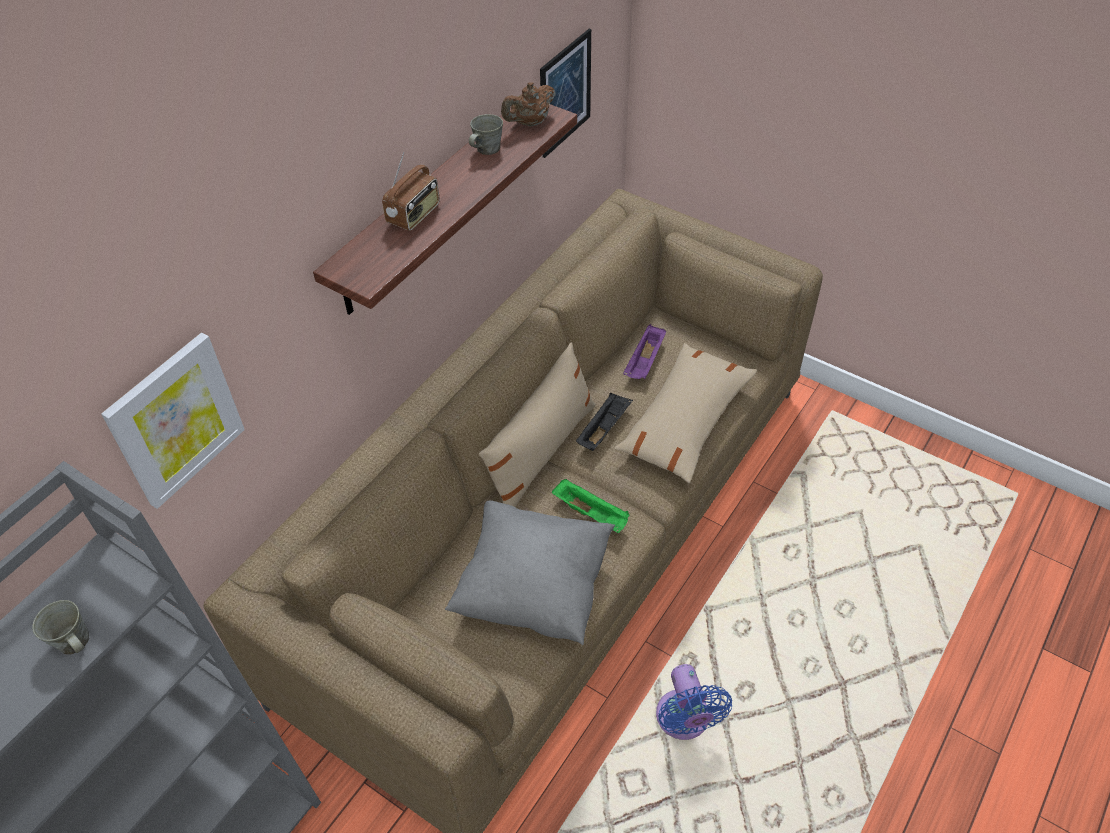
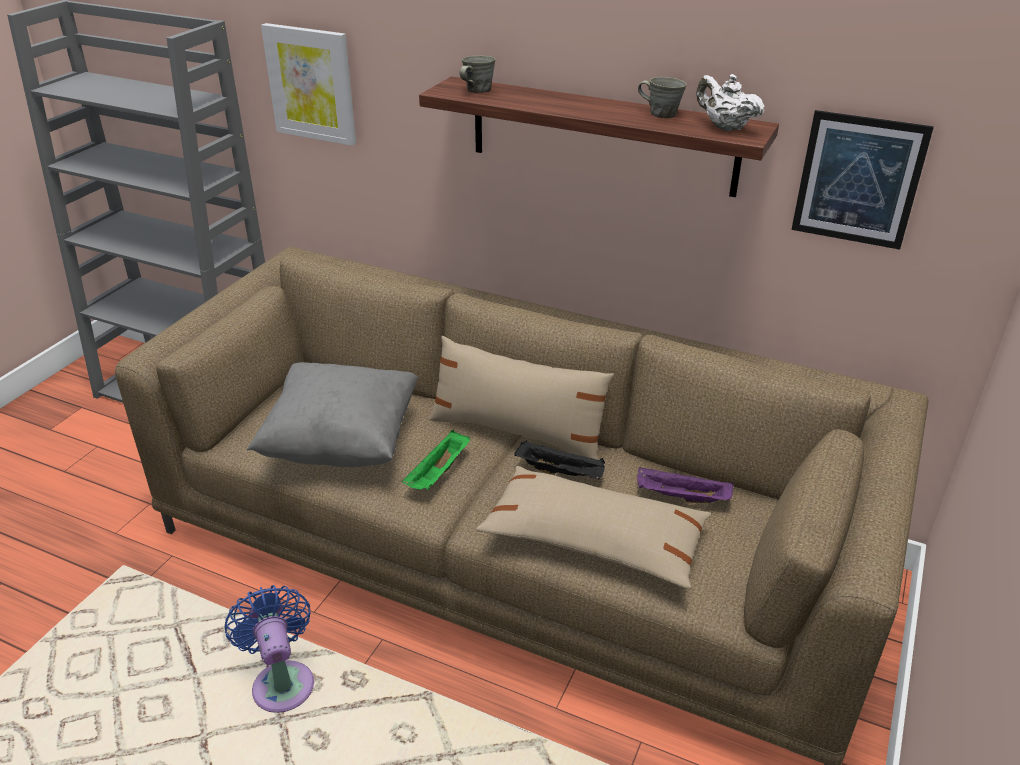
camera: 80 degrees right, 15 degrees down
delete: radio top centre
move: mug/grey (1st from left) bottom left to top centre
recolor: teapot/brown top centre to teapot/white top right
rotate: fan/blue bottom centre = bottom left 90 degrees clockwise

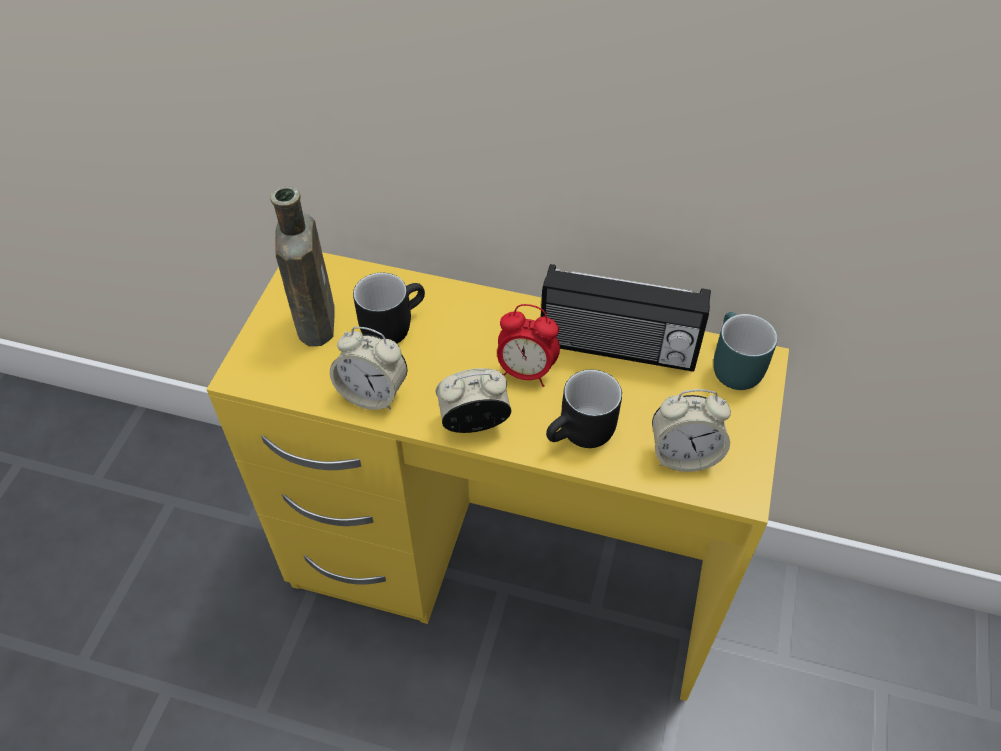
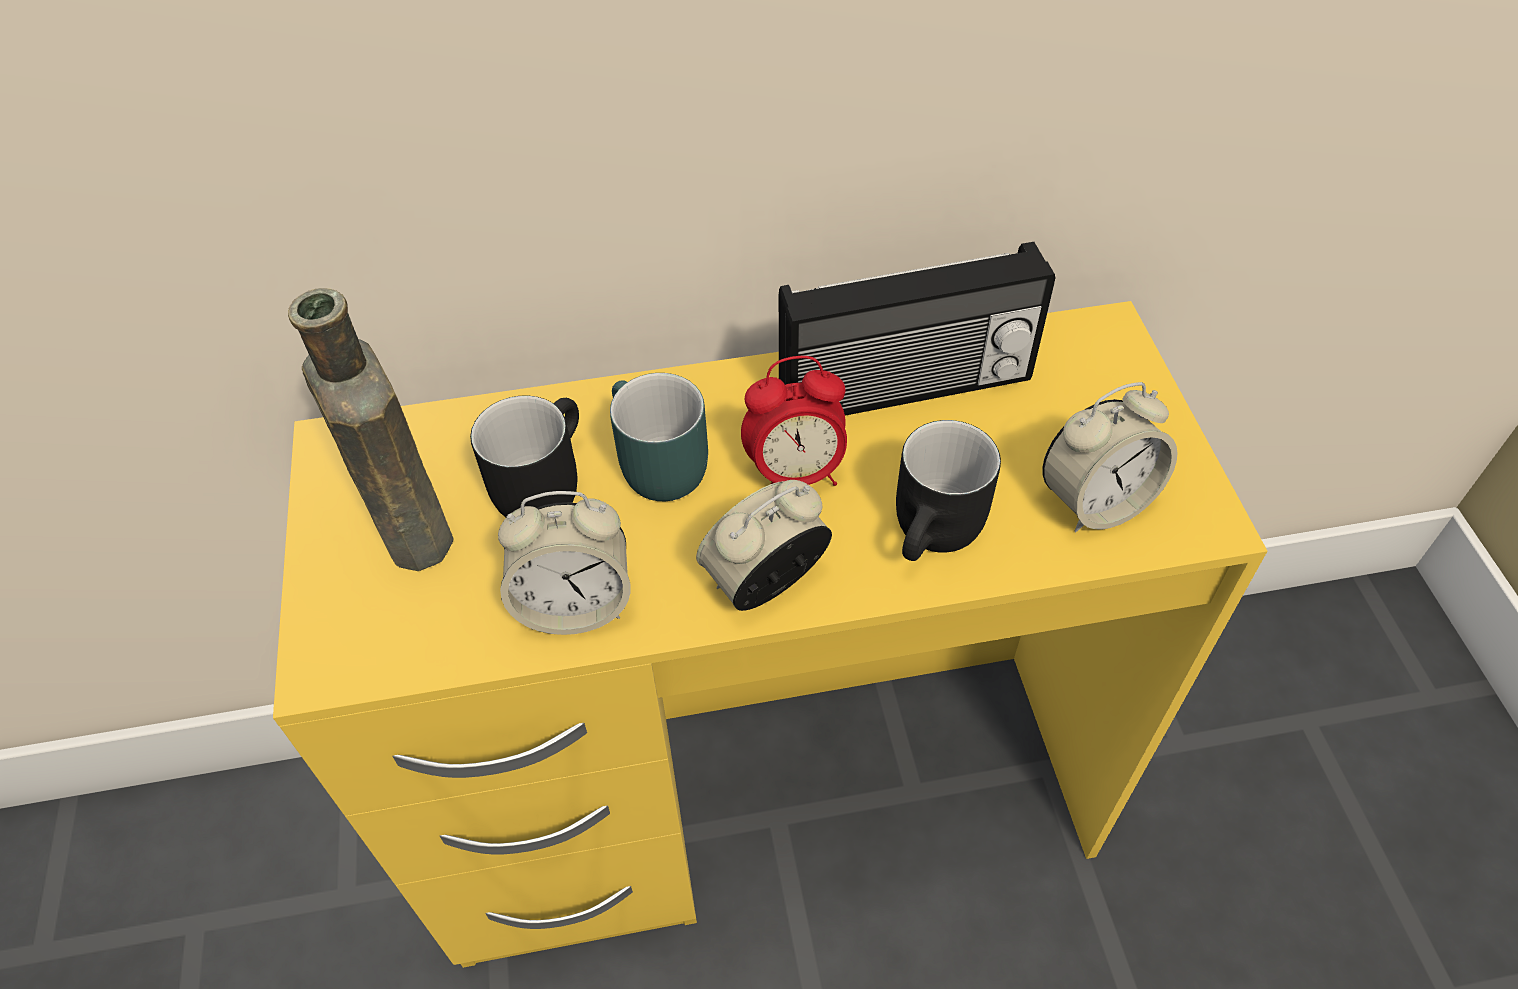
camera: 25 degrees left, 0 degrees up
move: mug/turquoise middle right to centre

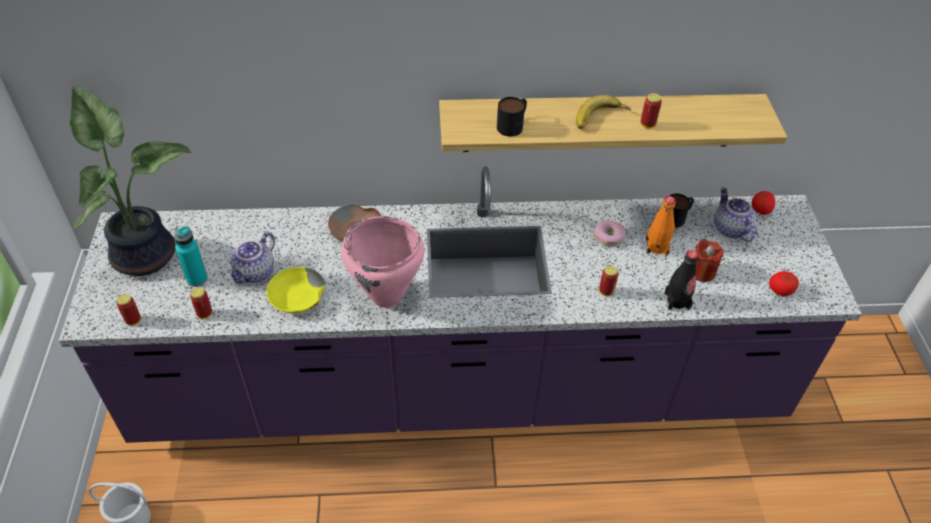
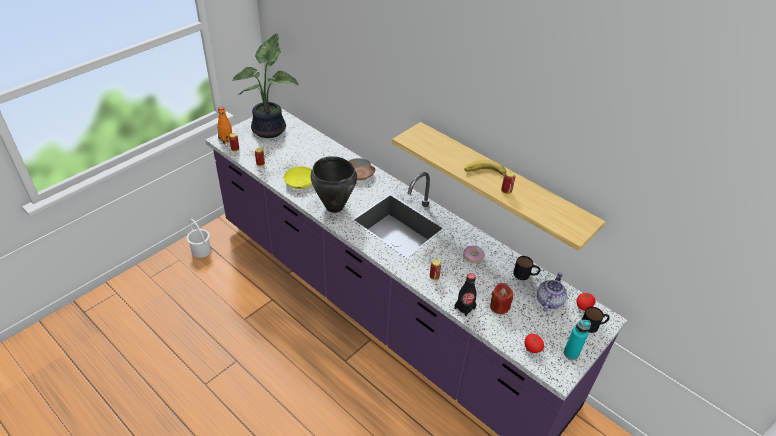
camera: 45 degrees right, 5 degrees down
delete: teapot (1st from left) middle left
move: mug (1st from left in the first image) top centre to mug (2nd from left) bottom right; bottle/orange middle right to top left; bottle/turquoise middle left to bottom right
recolor: cooking pot/pink centre to cooking pot/black centre

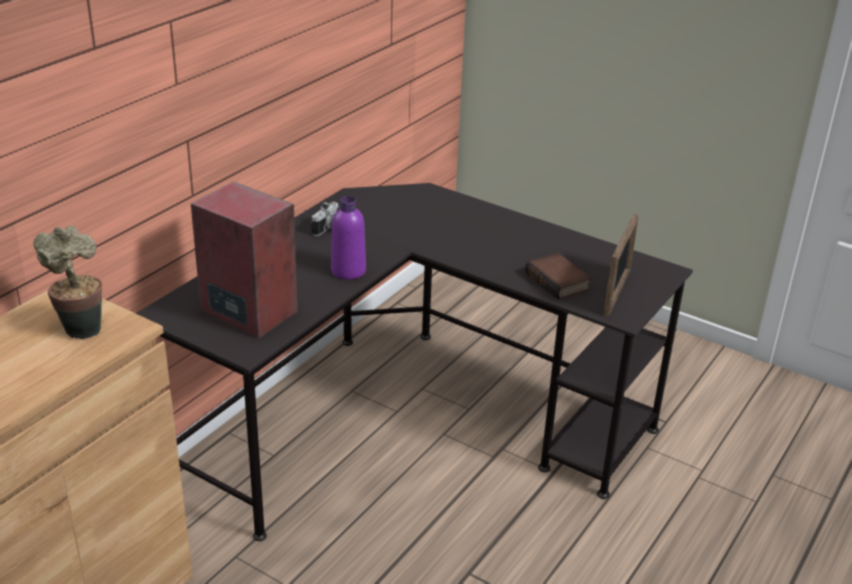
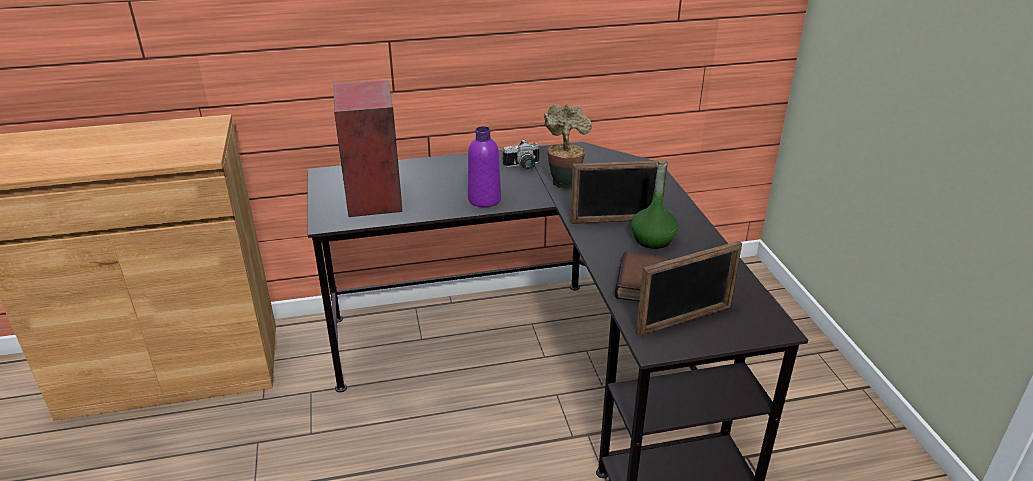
camera: 45 degrees right, 0 degrees up
insert: bottle/green centre; picture frame (1st from left) centre
move: potted plant middle left to top centre

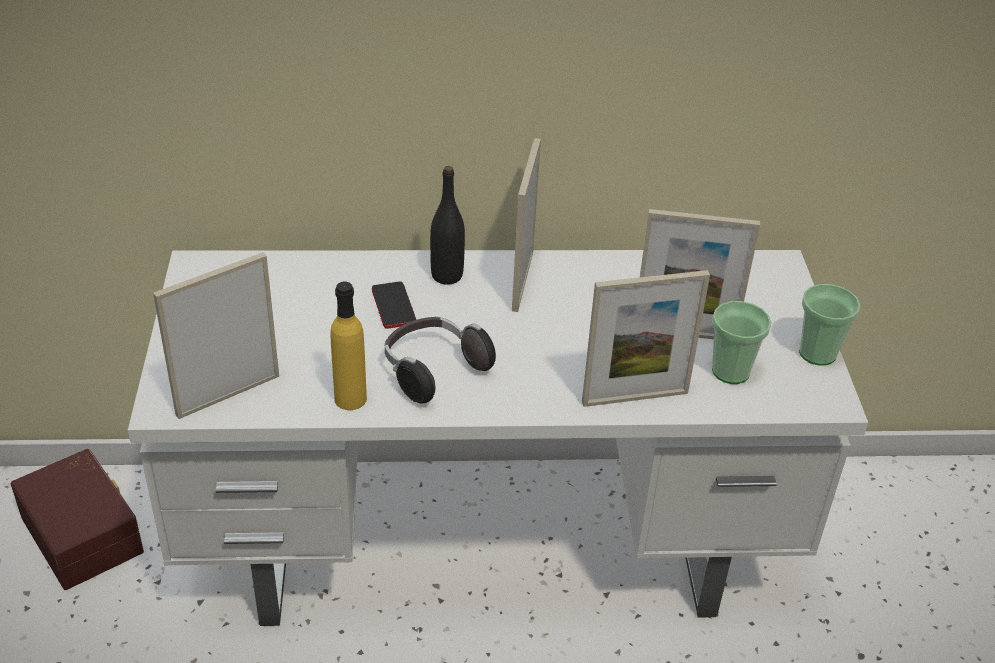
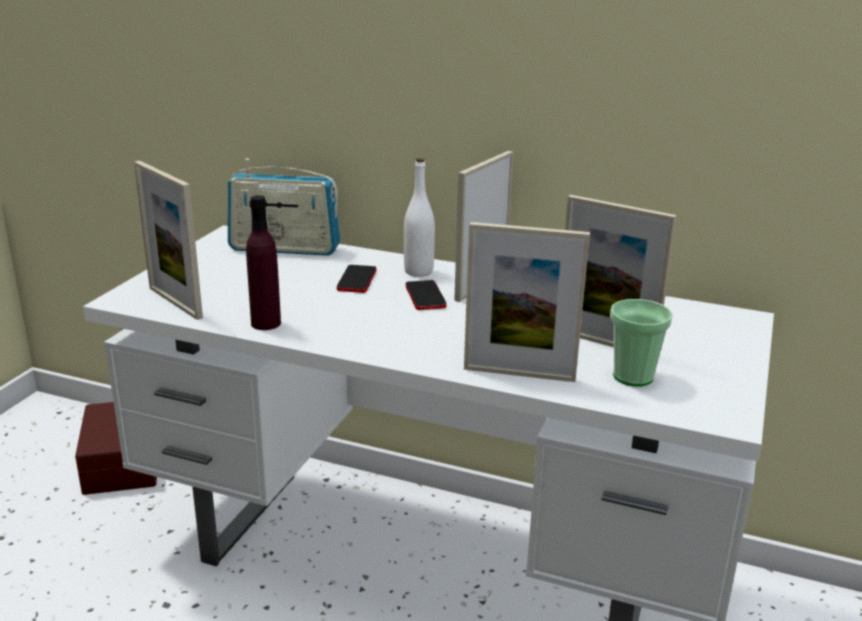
camera: 25 degrees right, 15 degrees down
delete: cup (2nd from left) middle right; headphones centre
insert: radio middle left; phone (2nd from left) centre
recolor: bottle/black centre to bottle/white centre; bottle/yellow centre to bottle/purple middle left
rotate: picture frame (1st from left) middle left = middle left 120 degrees counterclockwise

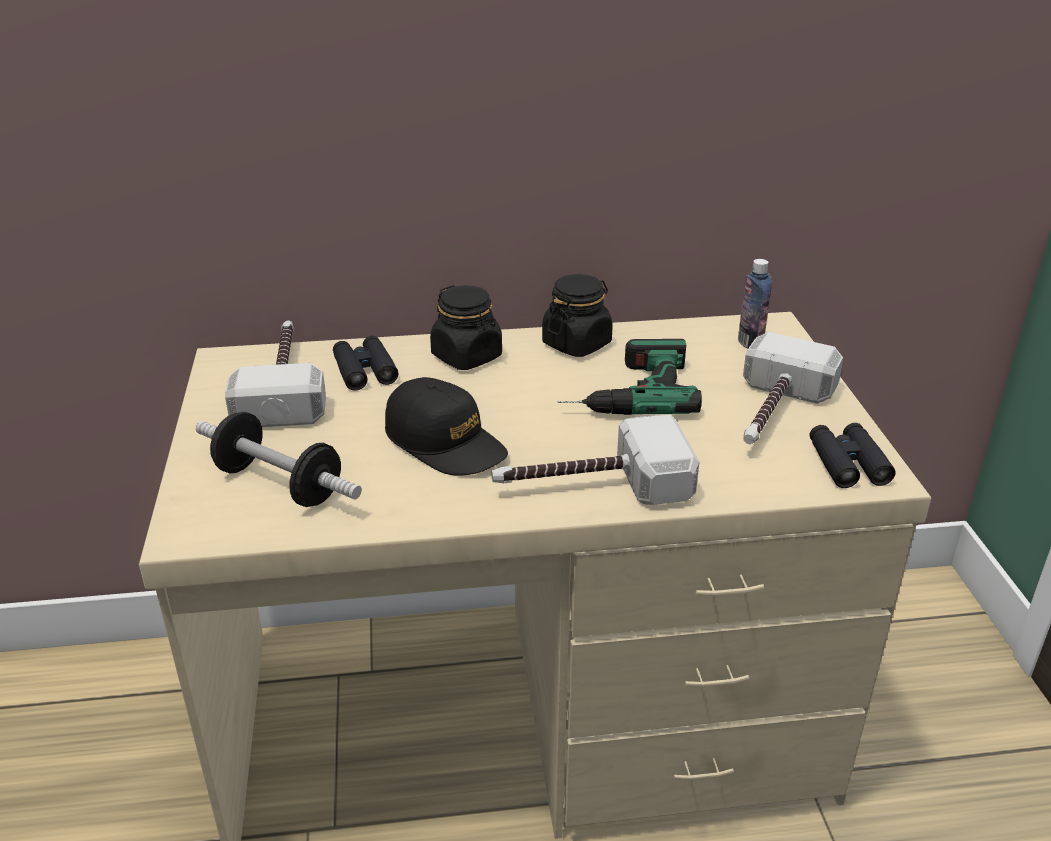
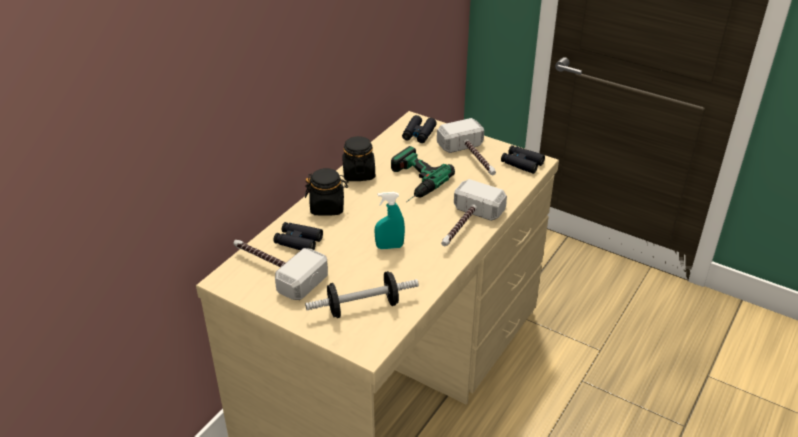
camera: 50 degrees left, 5 degrees up
replace: bottle middle right to binoculars/black (2nd from left) top centre; cap/black centre to spray bottle/turquoise centre

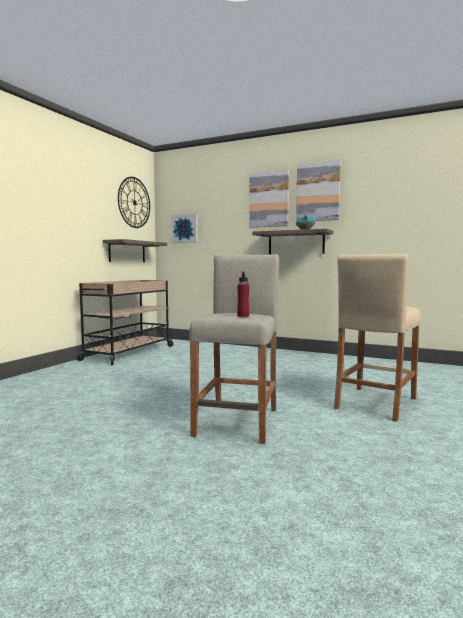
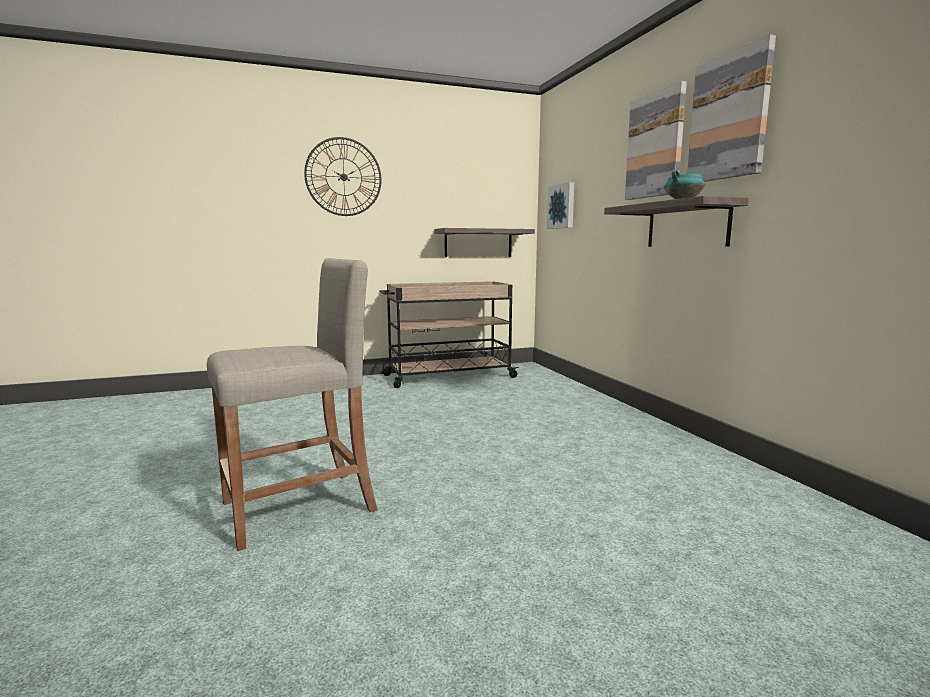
camera: 45 degrees right, 5 degrees up
delete: stool/beige (2nd from left) middle right; bottle/red centre
move: wall clock top left to top centre

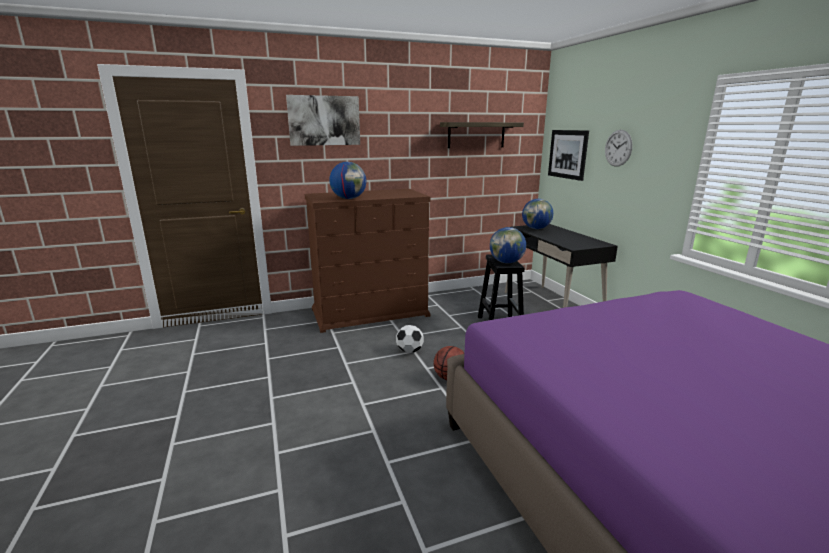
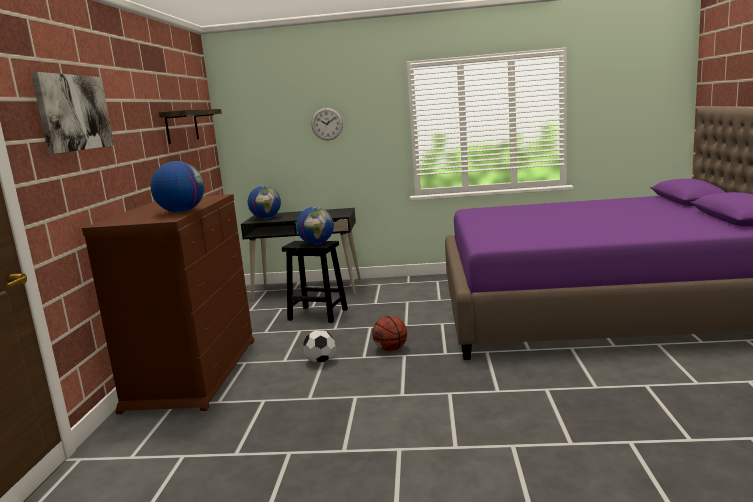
camera: 65 degrees left, 5 degrees down
delete: picture (2nd from left) top right

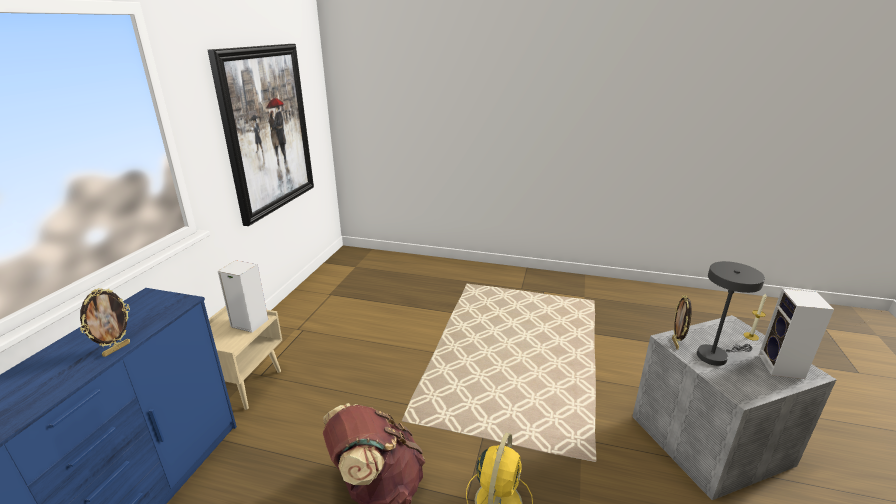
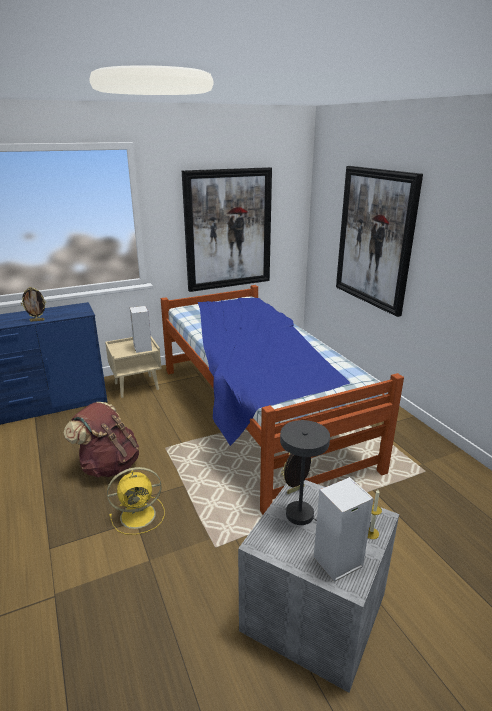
camera: 50 degrees right, 0 degrees up
insert: picture (2nd from left) middle right; bed centre

